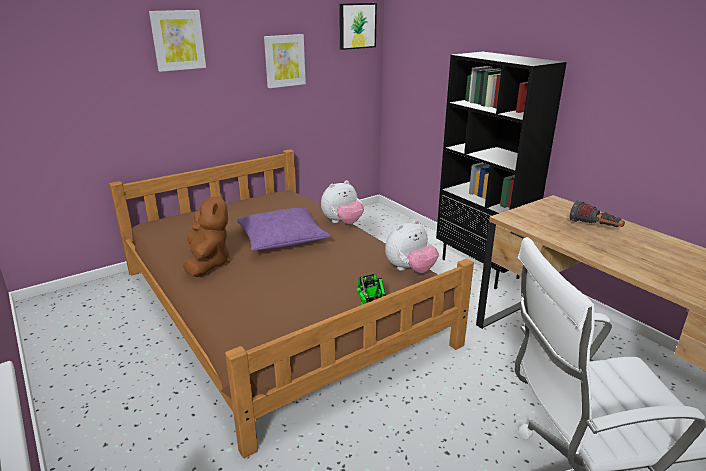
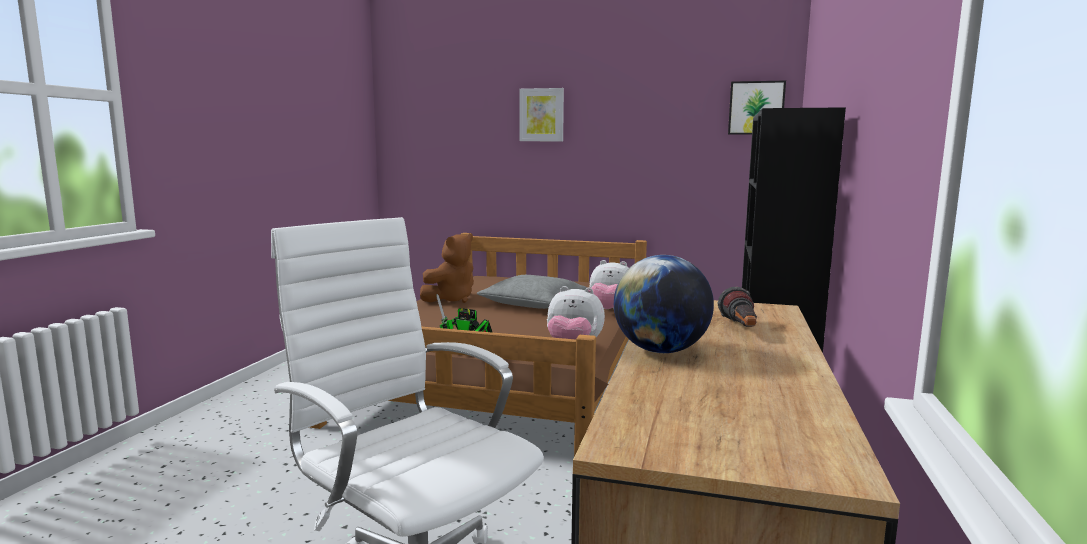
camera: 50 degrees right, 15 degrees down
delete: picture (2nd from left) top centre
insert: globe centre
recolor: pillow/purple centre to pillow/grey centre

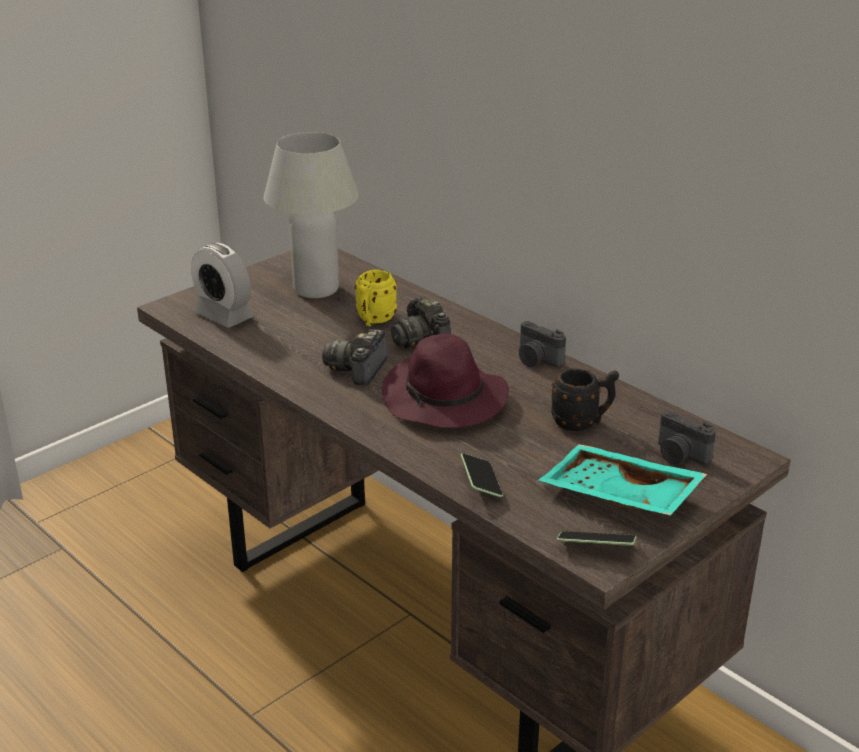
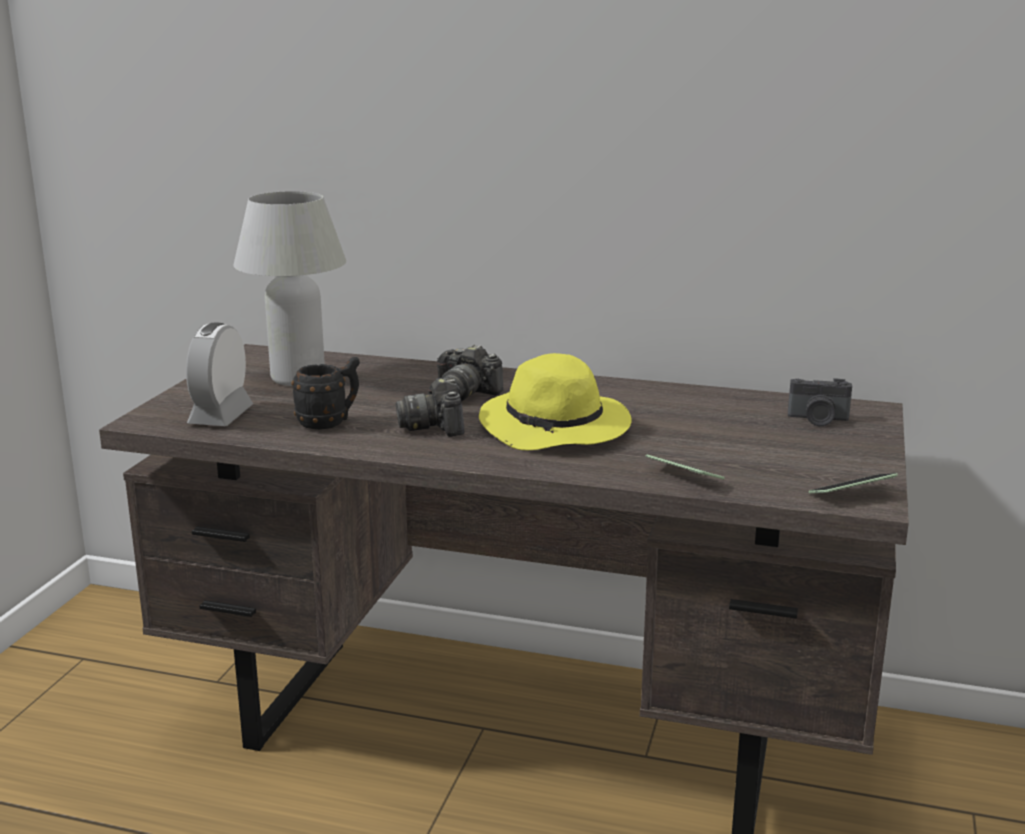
camera: 30 degrees left, 10 degrees down
delete: mug/yellow centre; photo camera (3rd from left) centre; tray/turquoise middle right
move: mug/black middle right to middle left
recolor: hat/purple centre to hat/yellow centre
rotate: alarm clock middle left = middle left 90 degrees clockwise

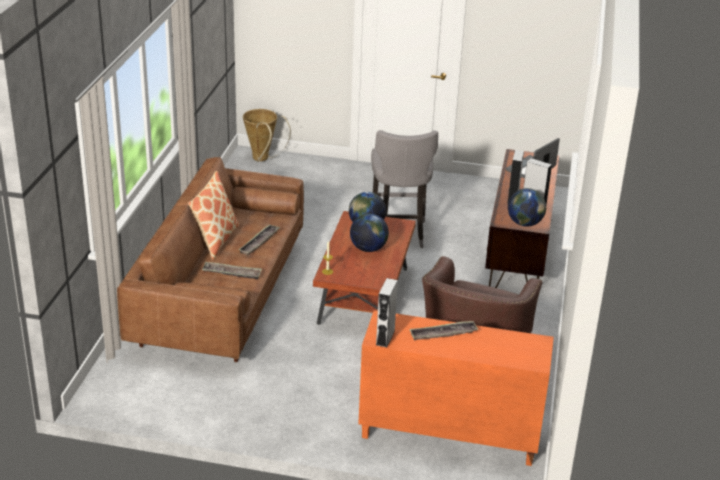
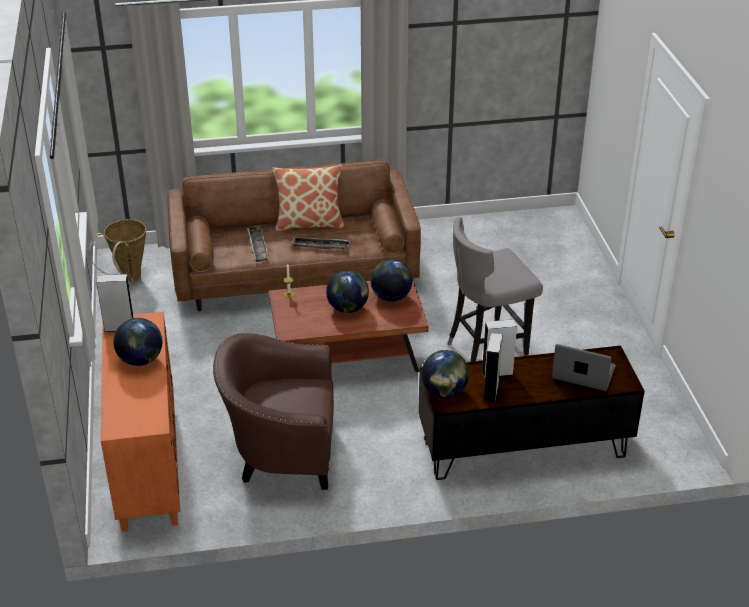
camera: 70 degrees right, 5 degrees up
move: basket top centre to middle left
replace: tray (3rd from left) bottom centre to globe (1st from left) middle left

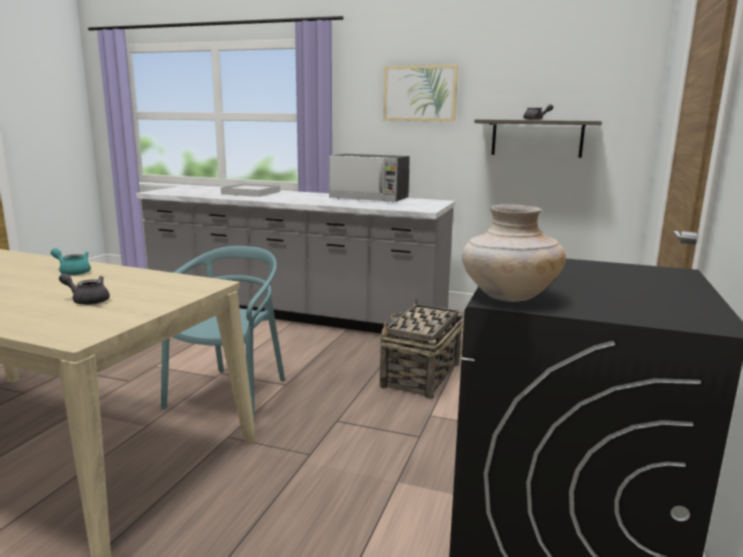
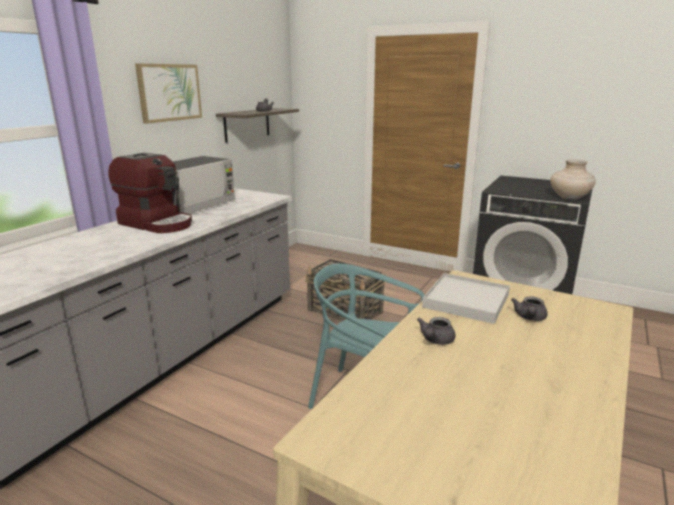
camera: 80 degrees left, 5 degrees up
insert: coffee machine middle left
move: tray/white centre to middle right
recolor: teapot/turquoise middle left to teapot/grey (2nd from left) centre

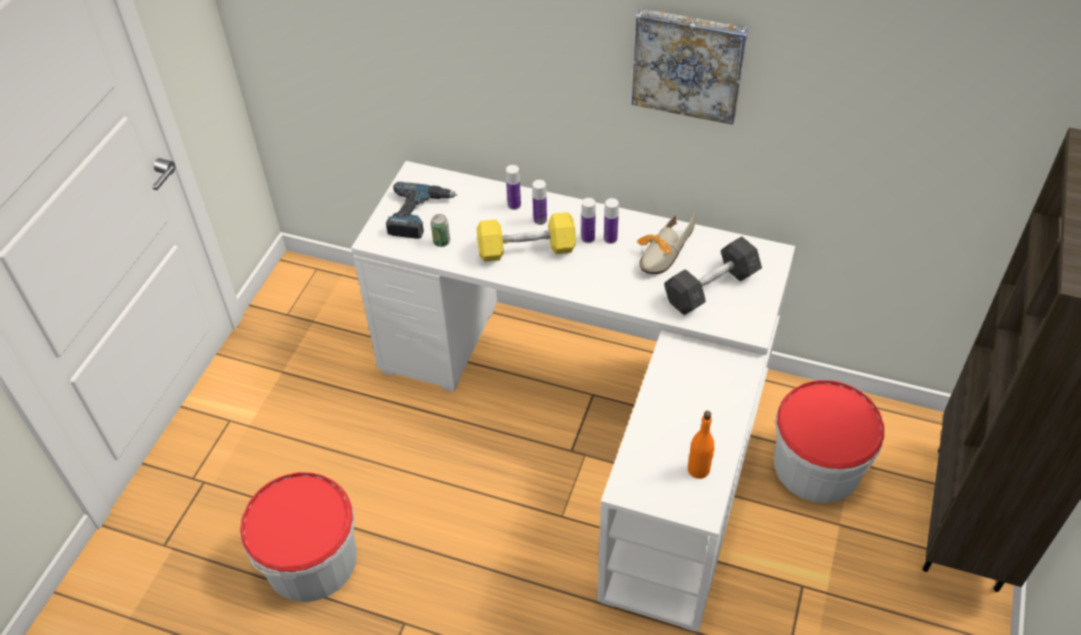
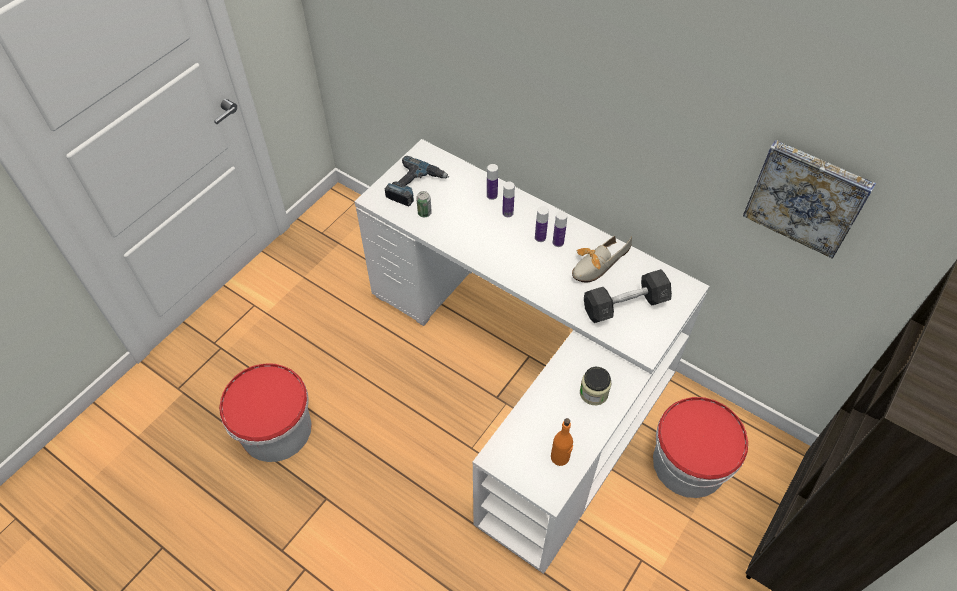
camera: 15 degrees right, 5 degrees up
delete: dumbbell/yellow centre
insert: jar centre
move: picture top centre to middle right

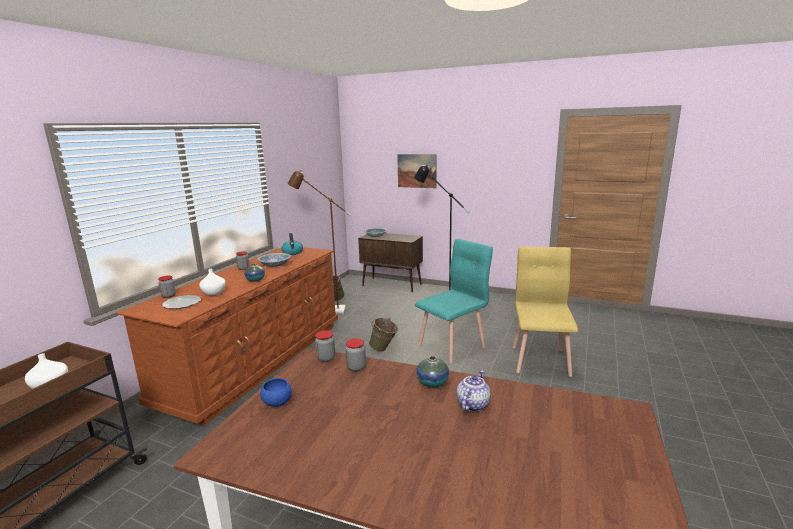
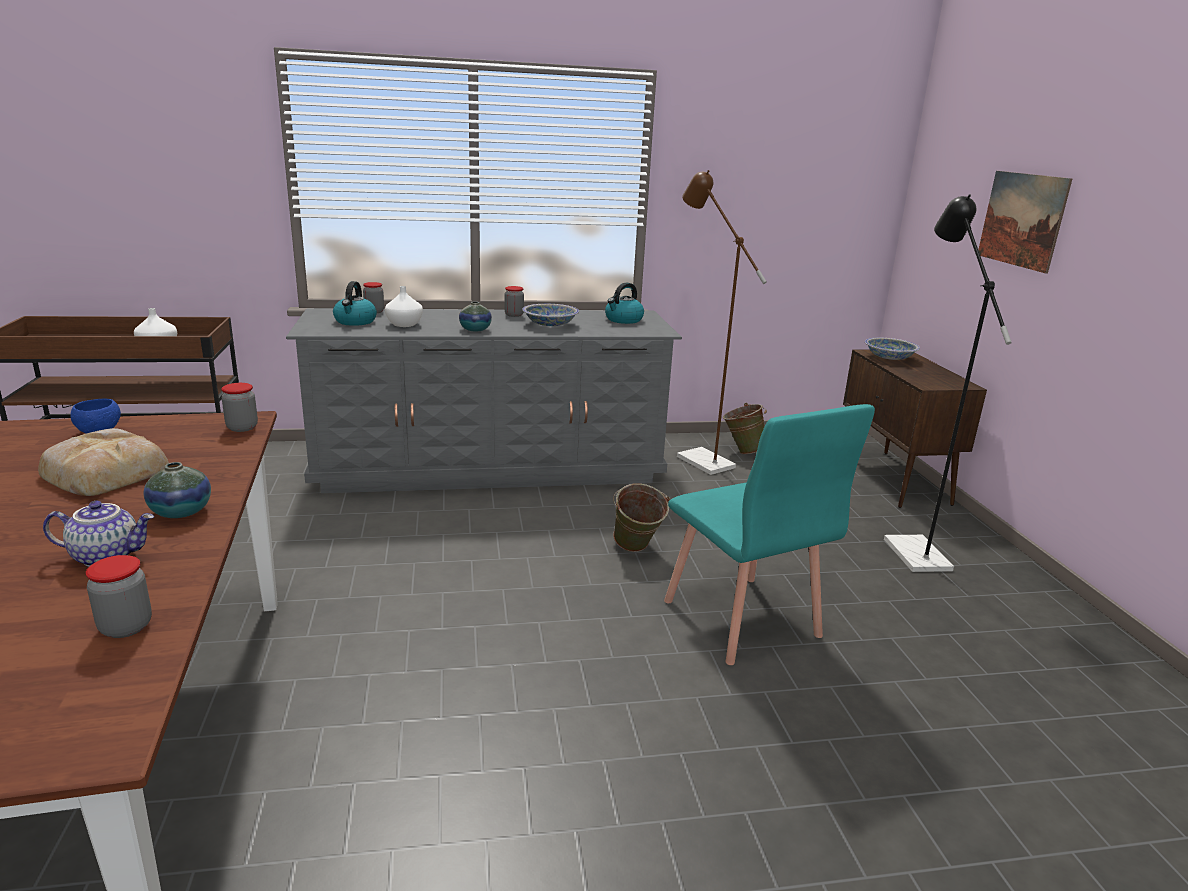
camera: 55 degrees right, 5 degrees up
delete: chair/yellow middle right
insert: bread middle left
move: jar (4th from left in the first image) bottom centre to jar (1st from left) bottom left
replace: plate middle left to kettle (1st from left) middle left
recolor: dresser/brown middle left to dresser/grey centre
rotate: chair/turquoise centre = centre 45 degrees clockwise

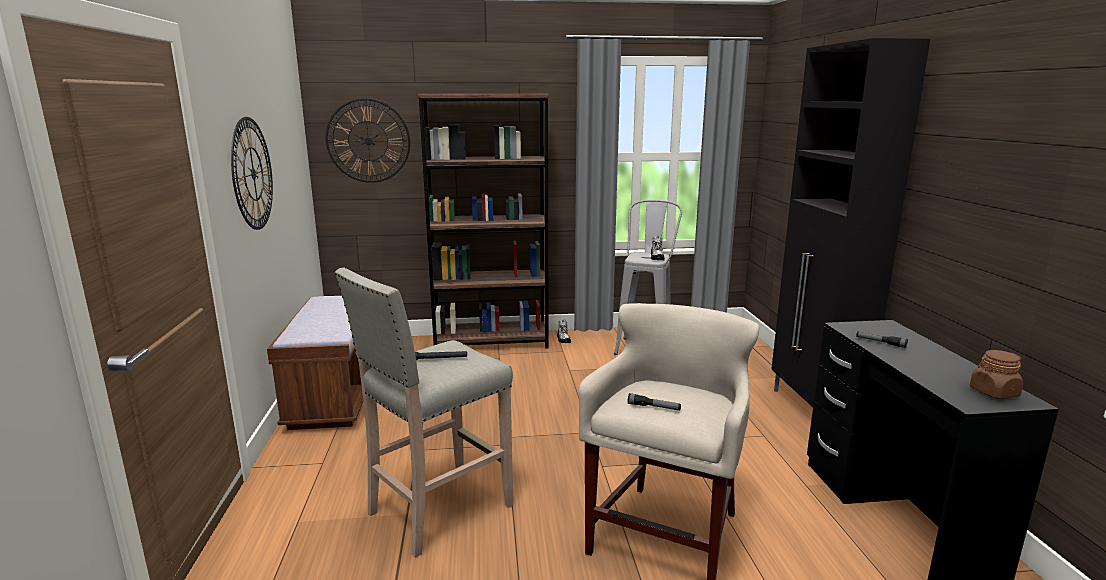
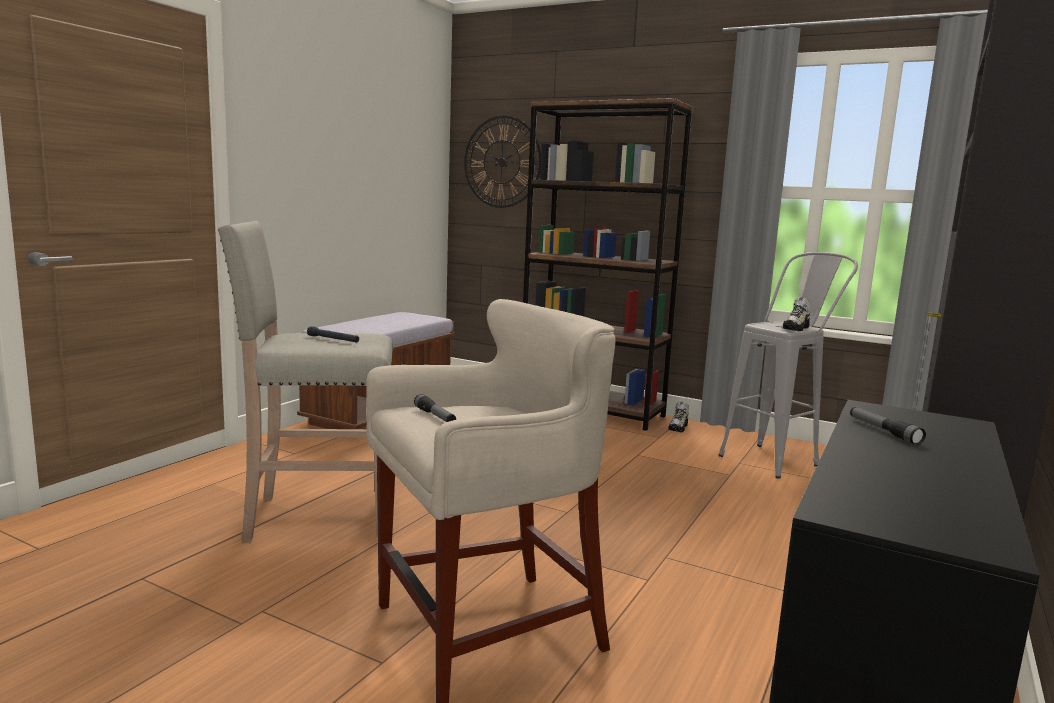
camera: 35 degrees right, 5 degrees down
delete: wall clock (1st from left) top left; jar/brown middle right

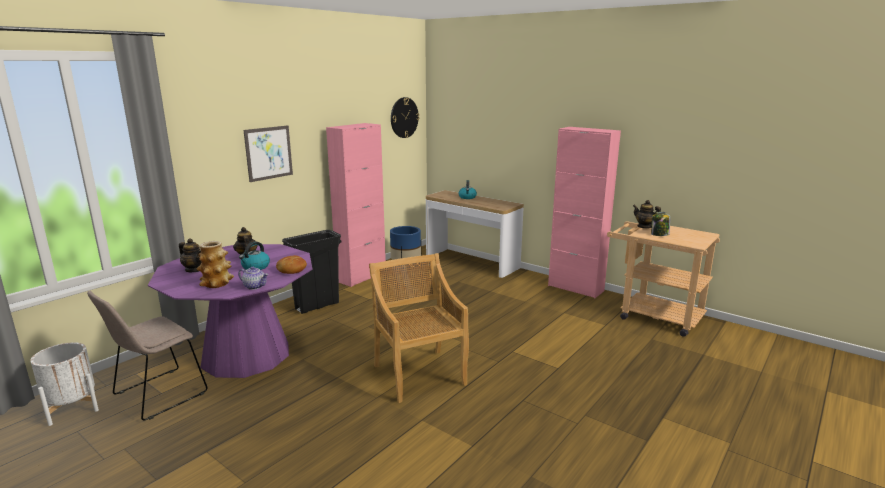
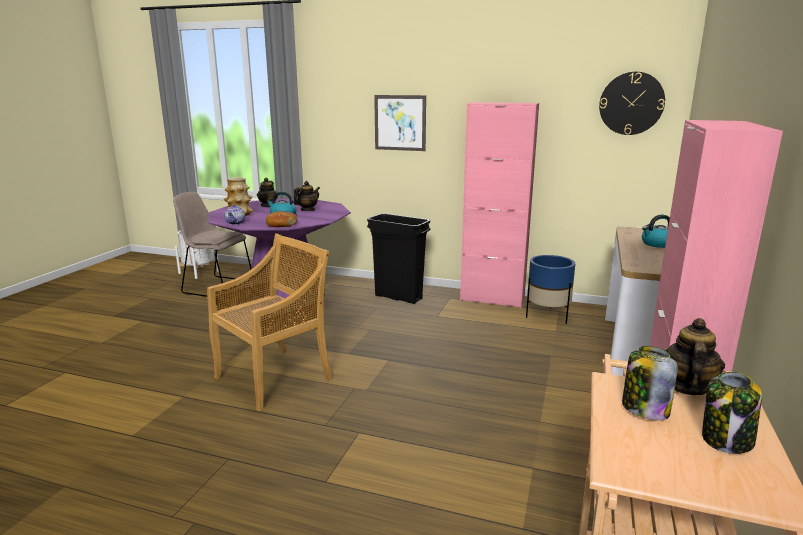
camera: 70 degrees right, 0 degrees up
insert: jar (2nd from left) bottom right

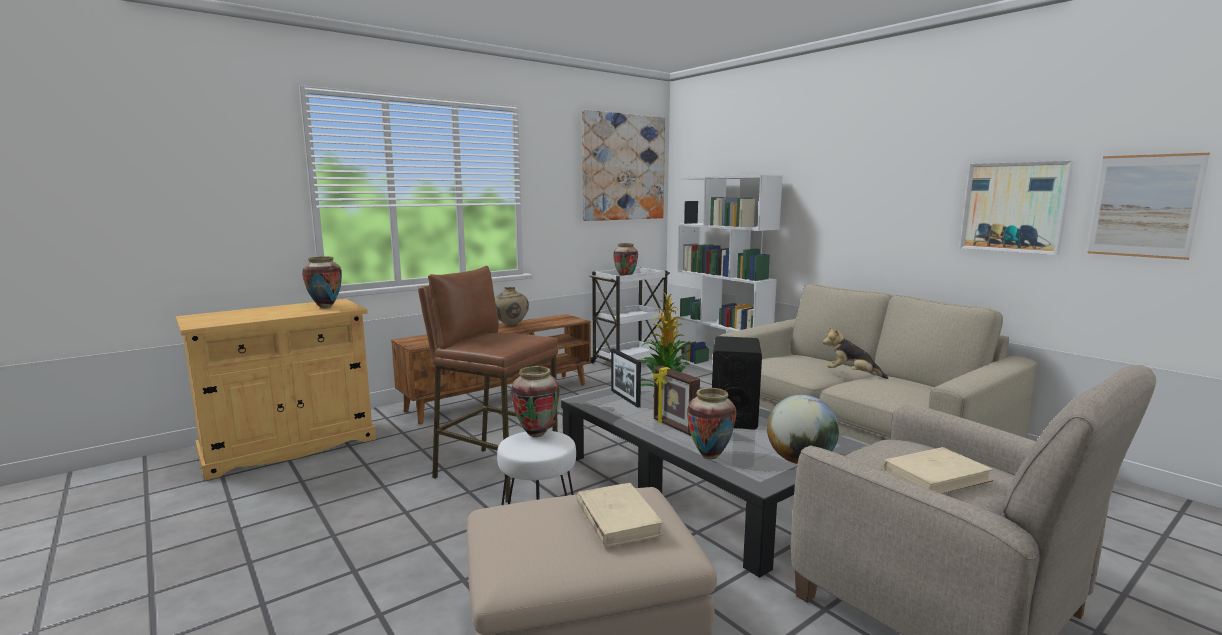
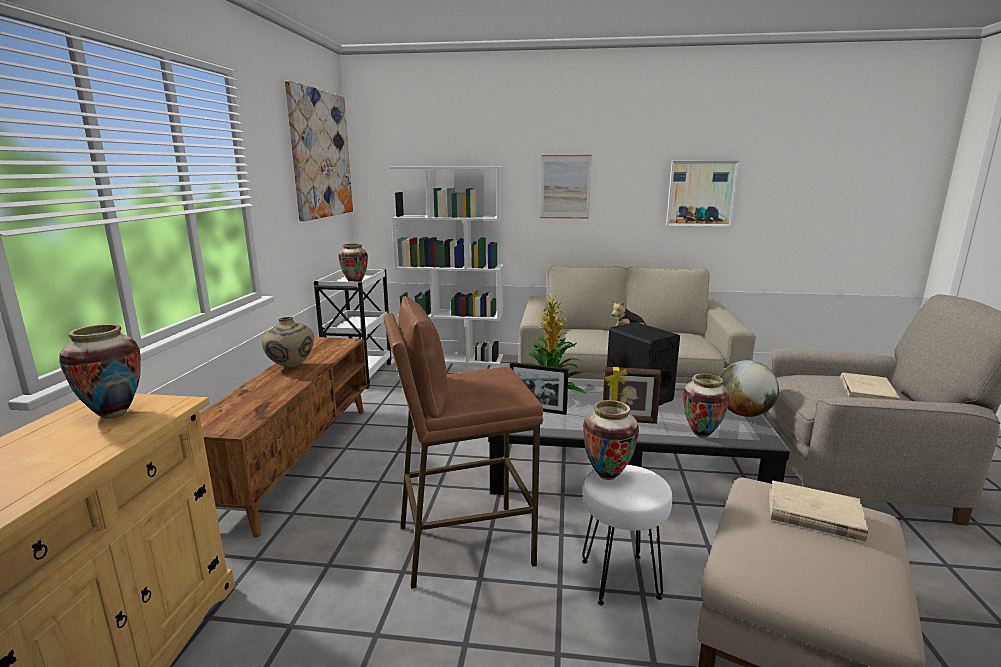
camera: 45 degrees left, 5 degrees up
move: picture (3rd from left in the first image) top right to picture (2nd from left) top centre

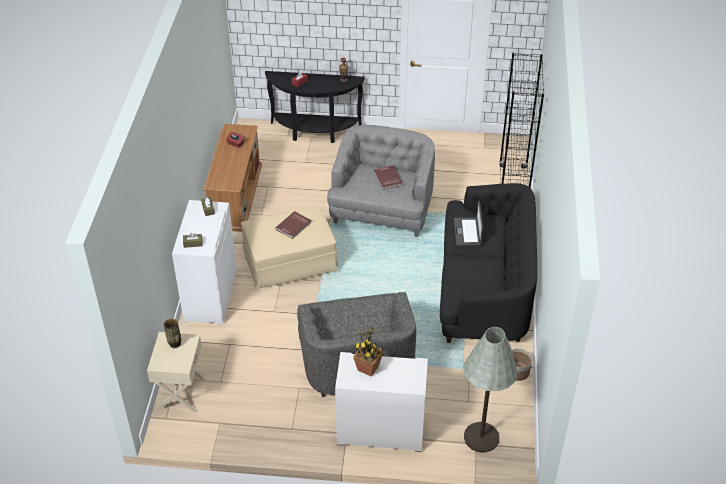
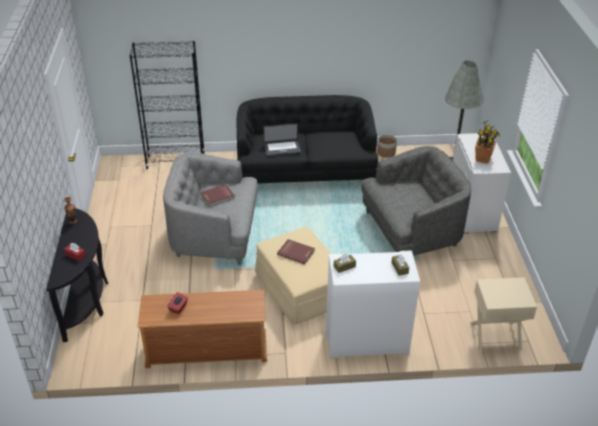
camera: 100 degrees left, 5 degrees down
delete: vase (1st from left) bottom left

